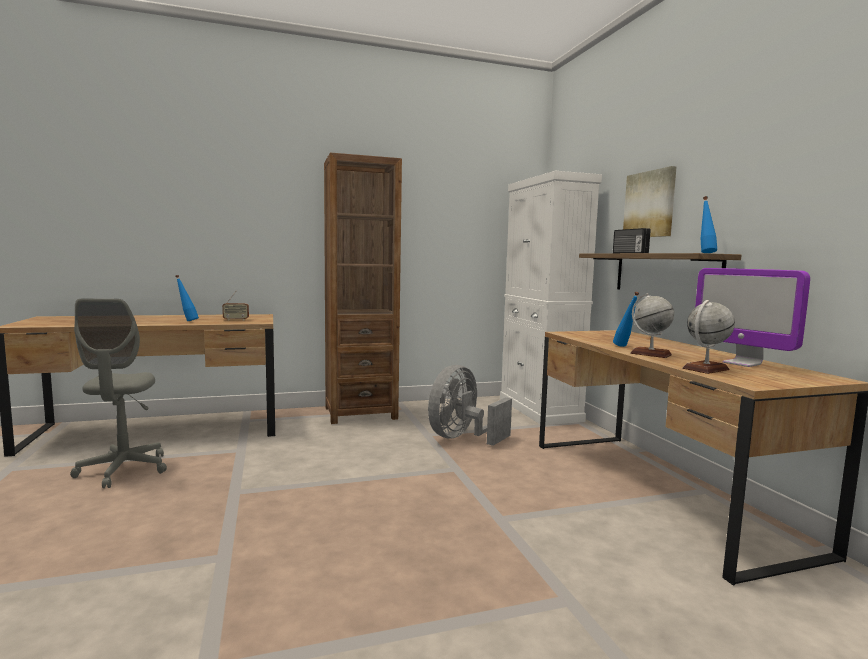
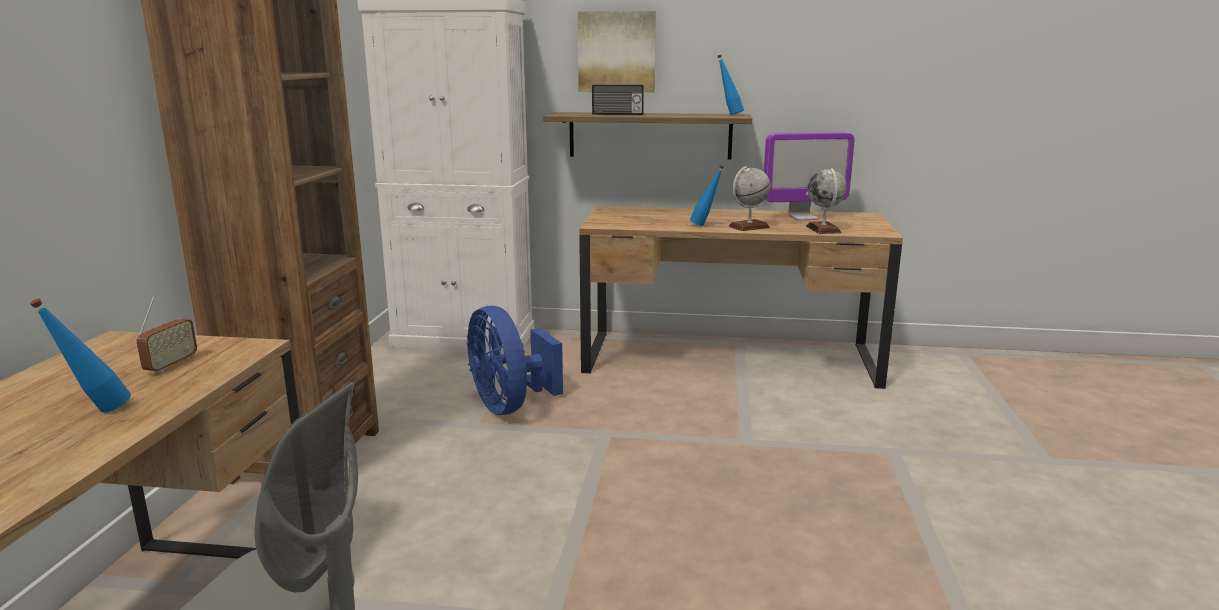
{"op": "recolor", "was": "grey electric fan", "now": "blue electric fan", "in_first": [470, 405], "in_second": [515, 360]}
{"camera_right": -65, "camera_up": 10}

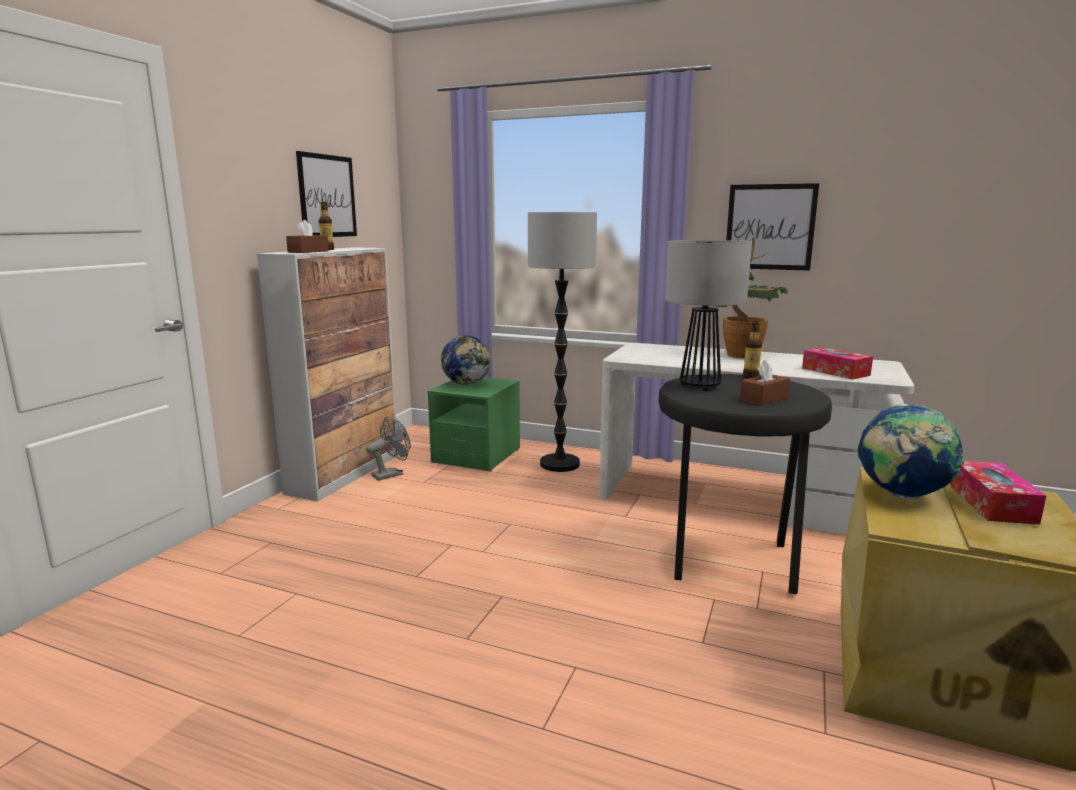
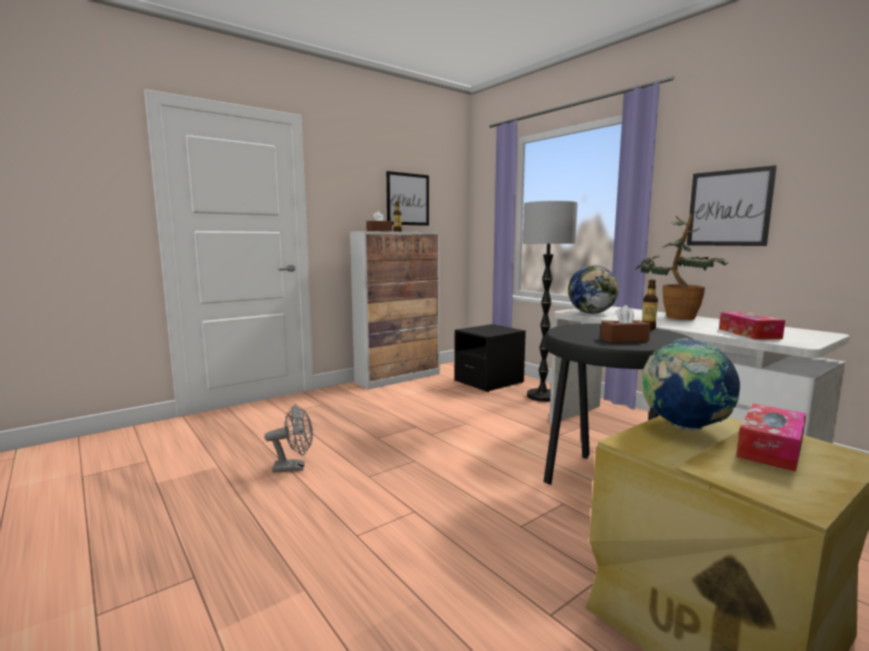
{"op": "delete", "was": "table lamp", "in_first": [708, 315]}
{"op": "move", "was": "globe", "in_first": [466, 360], "in_second": [593, 289]}
{"op": "recolor", "was": "greenish nightstand", "now": "black-coloured nightstand", "in_first": [474, 424], "in_second": [490, 358]}
{"op": "move", "was": "grey electric fan", "in_first": [388, 448], "in_second": [288, 439]}
{"camera_right": 30, "camera_up": -5}

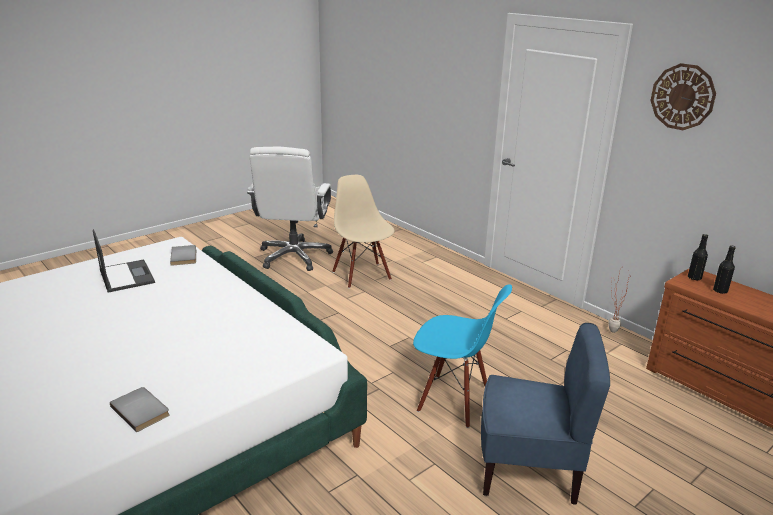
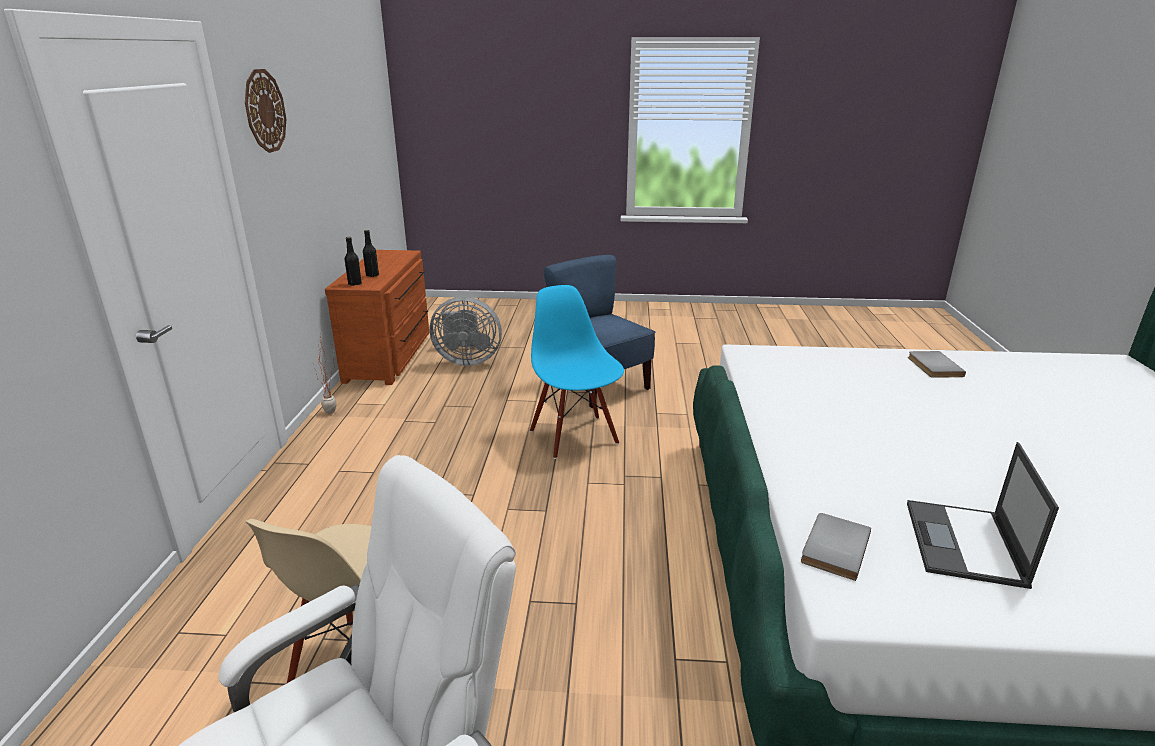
{"op": "insert", "now": "grey electric fan", "in_second": [466, 331]}
{"camera_right": -135, "camera_up": 0}

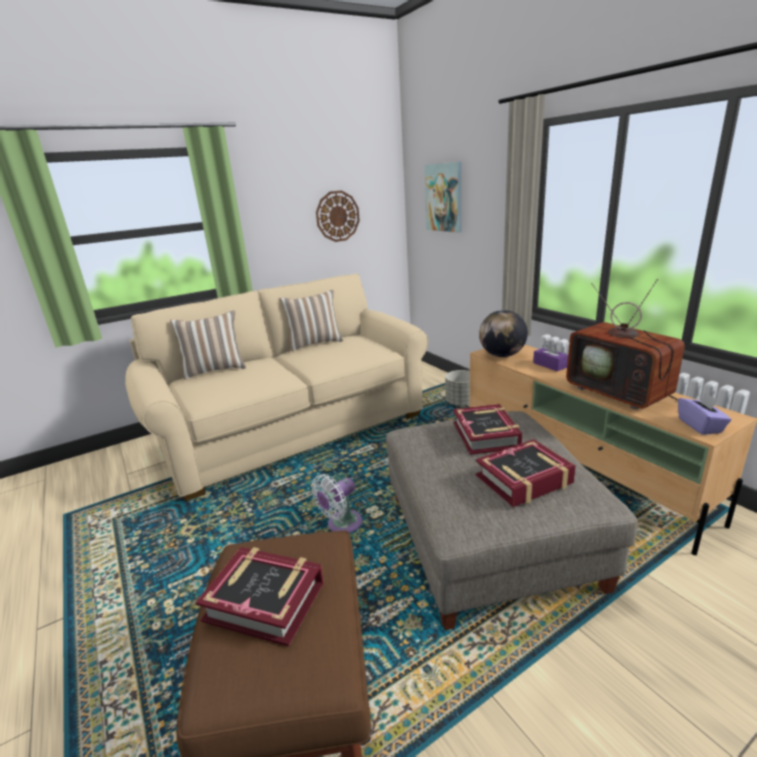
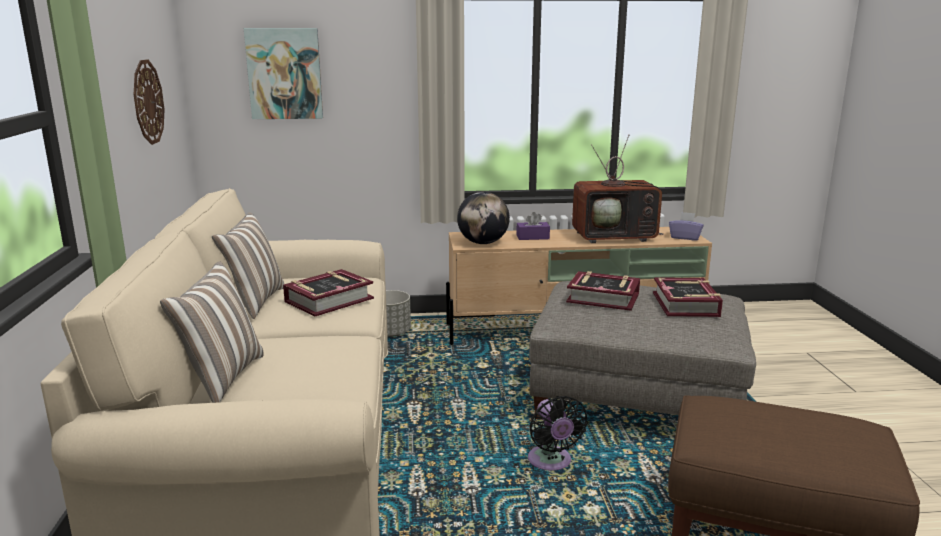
{"op": "recolor", "was": "white electric fan", "now": "black-coloured electric fan", "in_first": [336, 503], "in_second": [558, 433]}
{"op": "move", "was": "volume", "in_first": [259, 596], "in_second": [328, 293]}
{"camera_right": -65, "camera_up": -5}

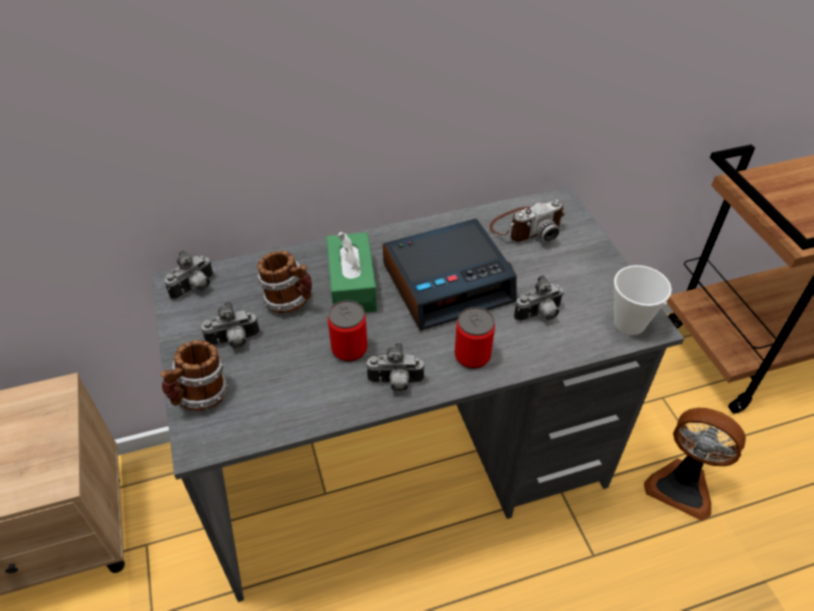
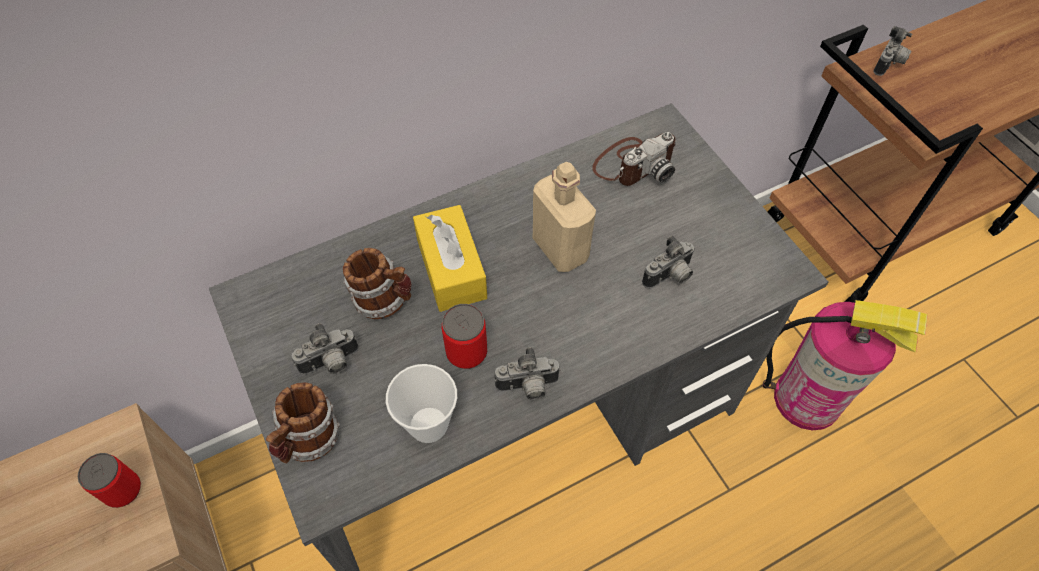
{"op": "replace", "was": "alarm clock", "now": "sand-coloured beverage bottle", "in_first": [450, 274], "in_second": [564, 217]}
{"op": "recolor", "was": "greenish box of tissues", "now": "yellow-coloured box of tissues", "in_first": [351, 272], "in_second": [450, 258]}
{"op": "move", "was": "still camera", "in_first": [189, 275], "in_second": [893, 51]}
{"op": "move", "was": "drinking cup", "in_first": [643, 300], "in_second": [421, 403]}
{"op": "move", "was": "can", "in_first": [475, 338], "in_second": [109, 480]}
{"op": "replace", "was": "electric fan", "now": "fire-fighting cylinder", "in_first": [695, 464], "in_second": [845, 365]}
{"camera_right": -10, "camera_up": 10}

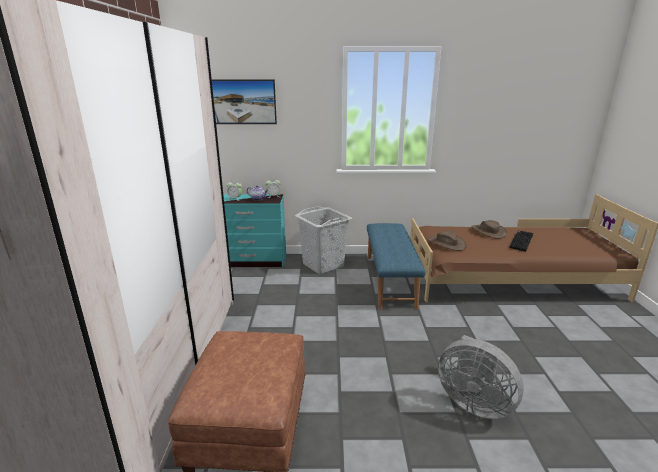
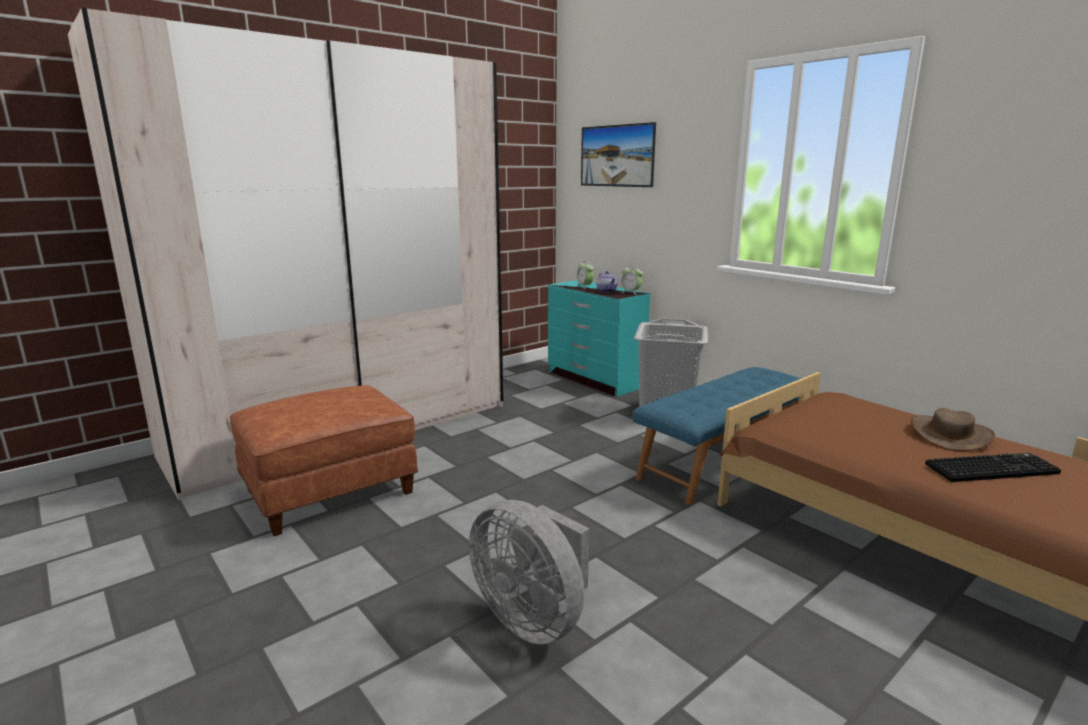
{"op": "delete", "was": "brown-coloured hat", "in_first": [447, 240]}
{"op": "rotate", "was": "grey electric fan", "in_first": [481, 377], "in_second": [529, 572], "clockwise": -45}
{"camera_right": 50, "camera_up": -5}

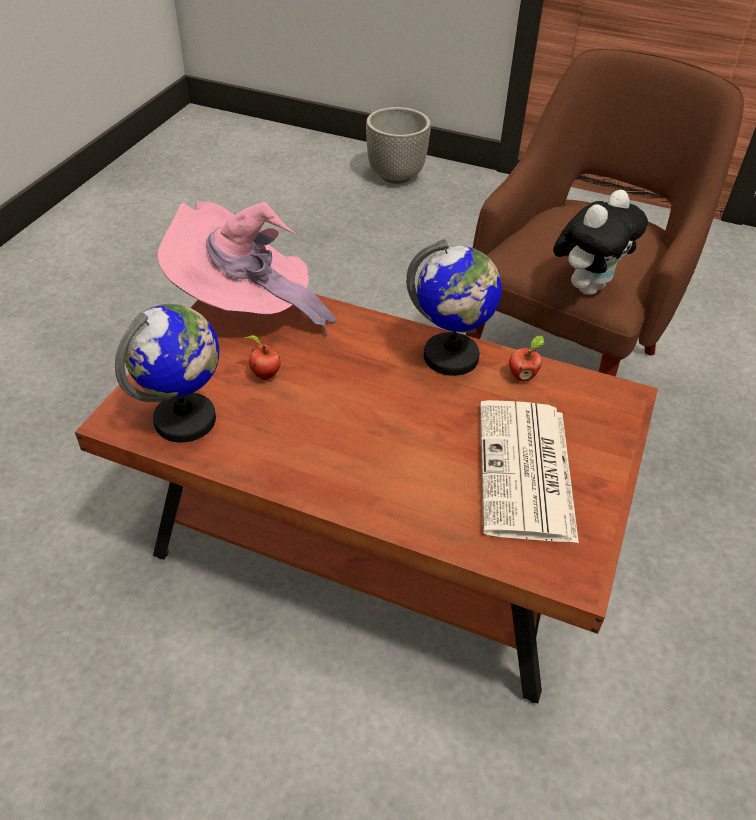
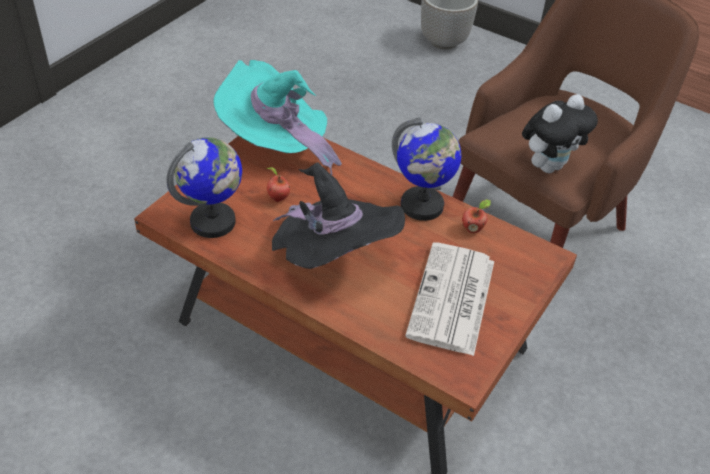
{"op": "recolor", "was": "pink-coloured hat", "now": "blue-green hat", "in_first": [246, 269], "in_second": [277, 117]}
{"op": "insert", "now": "black-coloured hat", "in_second": [338, 215]}
{"camera_right": 10, "camera_up": 0}

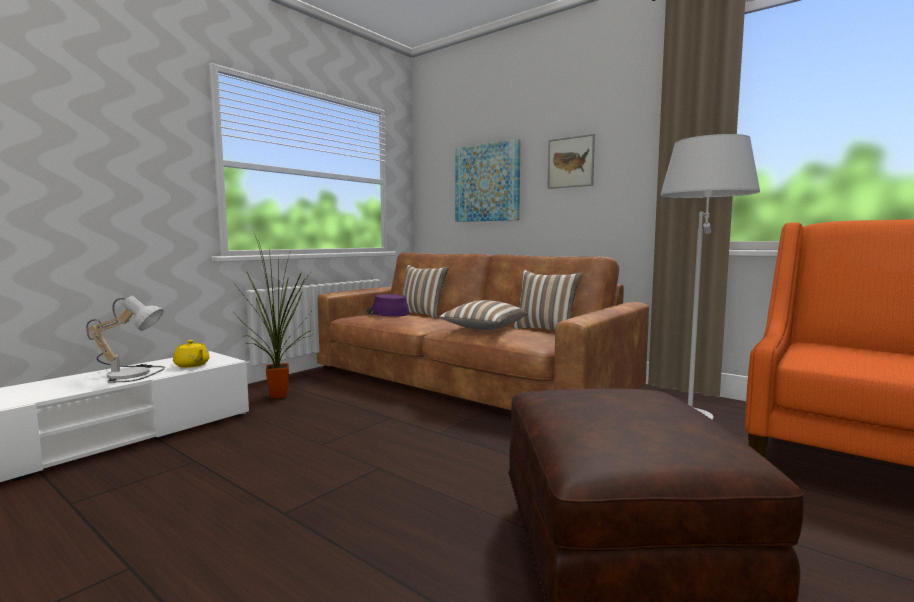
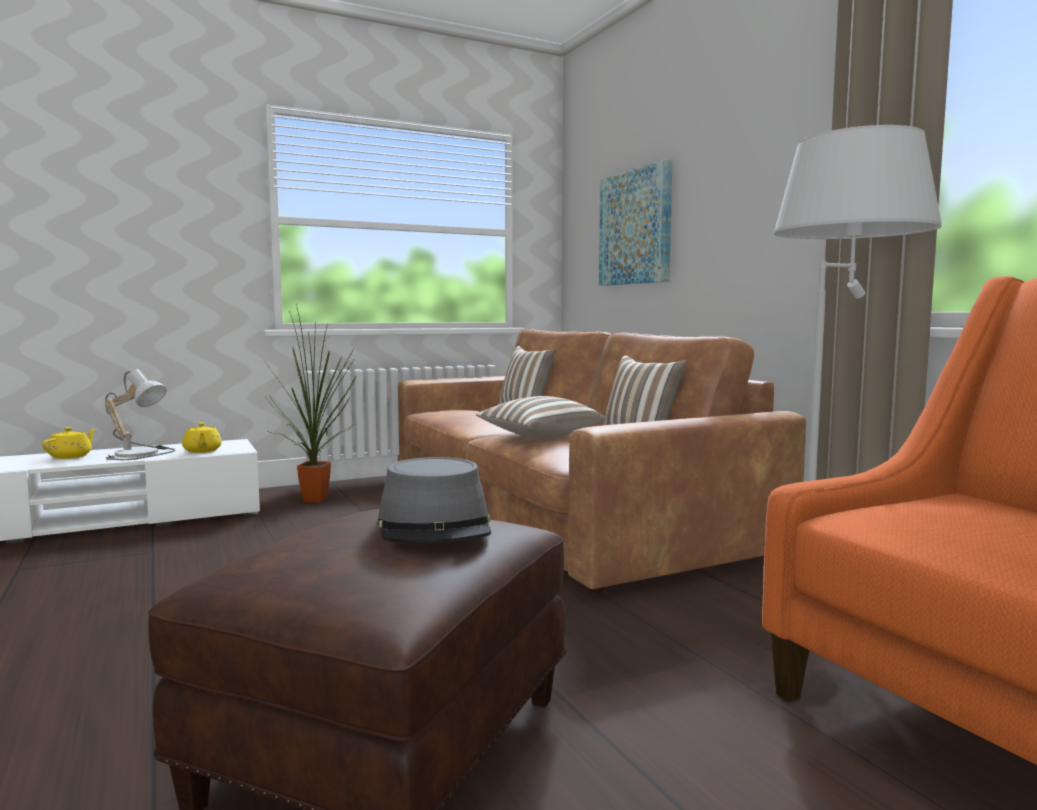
{"op": "delete", "was": "wall art", "in_first": [571, 161]}
{"op": "delete", "was": "purple hat", "in_first": [387, 305]}
{"op": "insert", "now": "yellow-coloured tea pot", "in_second": [69, 443]}
{"op": "insert", "now": "grey hat", "in_second": [434, 500]}
{"camera_right": 25, "camera_up": 0}

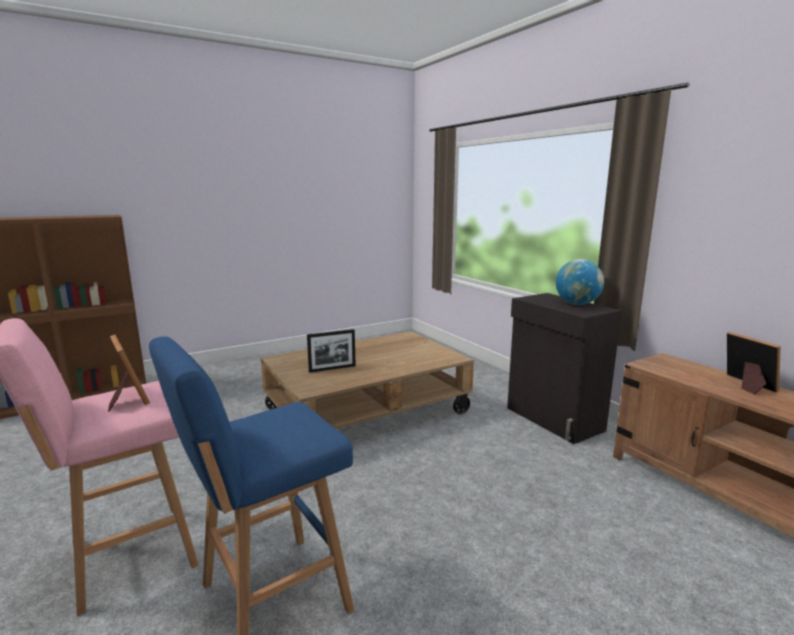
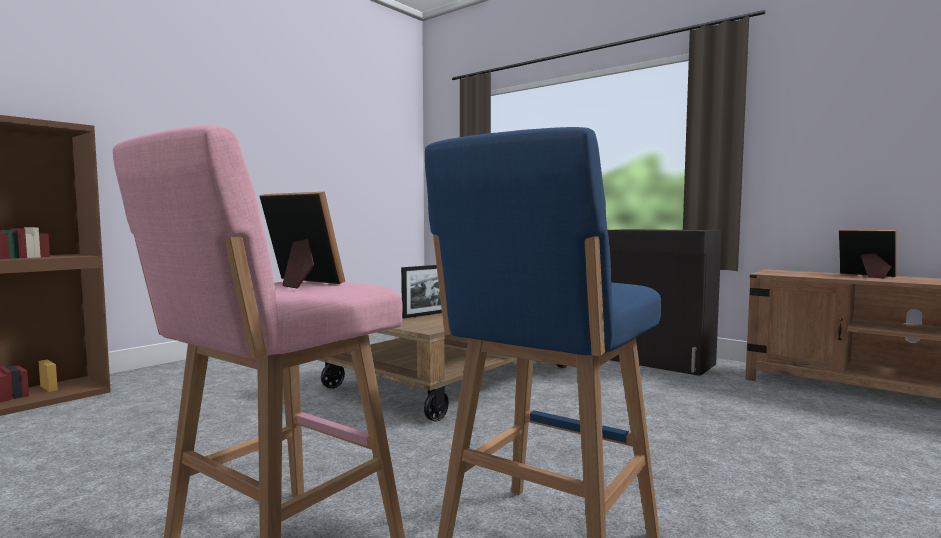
{"op": "delete", "was": "globe", "in_first": [580, 282]}
{"camera_right": -20, "camera_up": -10}

